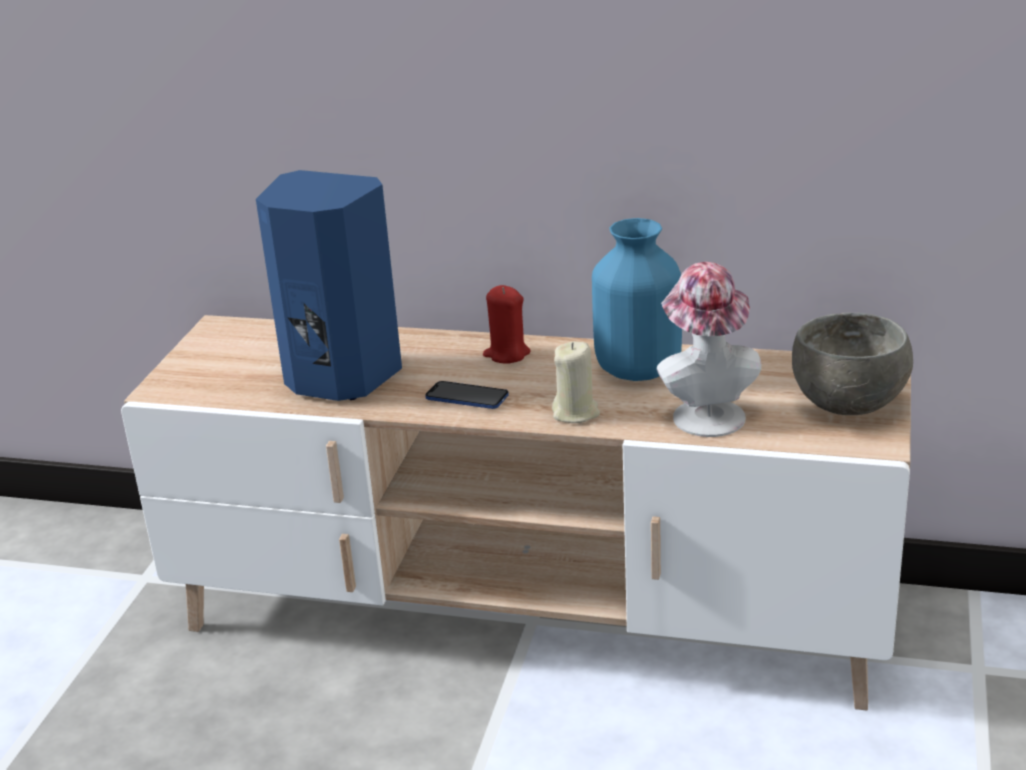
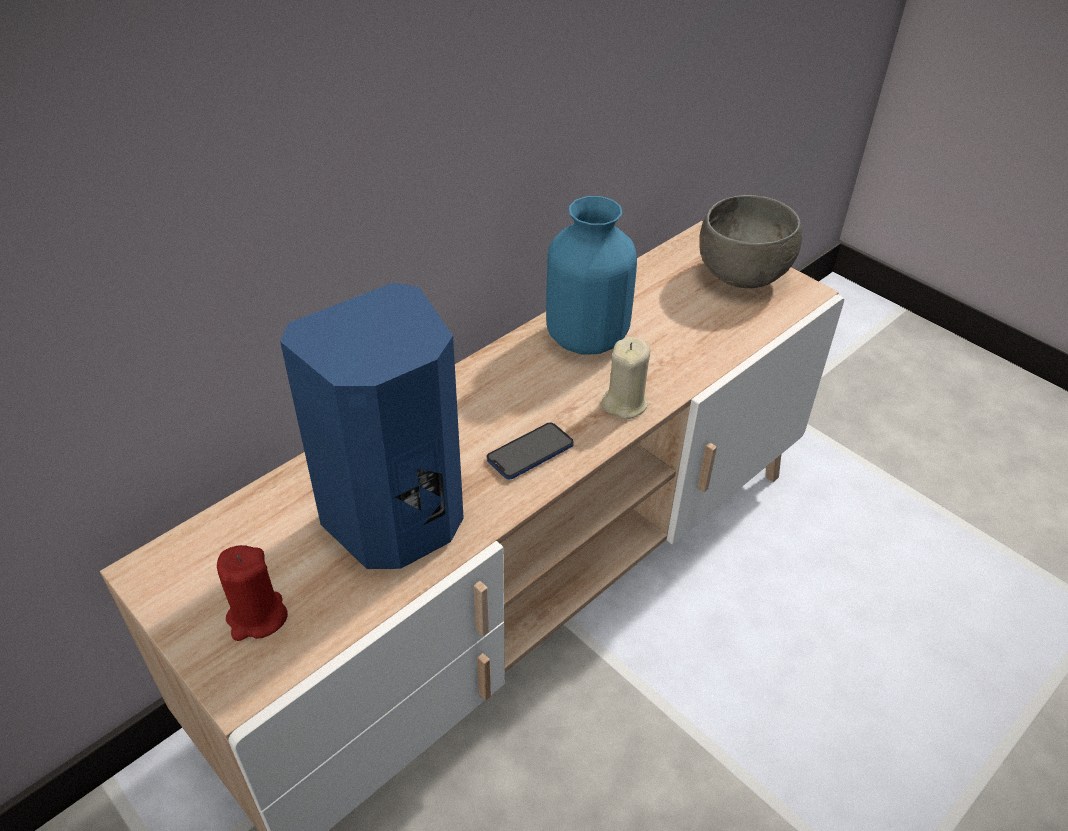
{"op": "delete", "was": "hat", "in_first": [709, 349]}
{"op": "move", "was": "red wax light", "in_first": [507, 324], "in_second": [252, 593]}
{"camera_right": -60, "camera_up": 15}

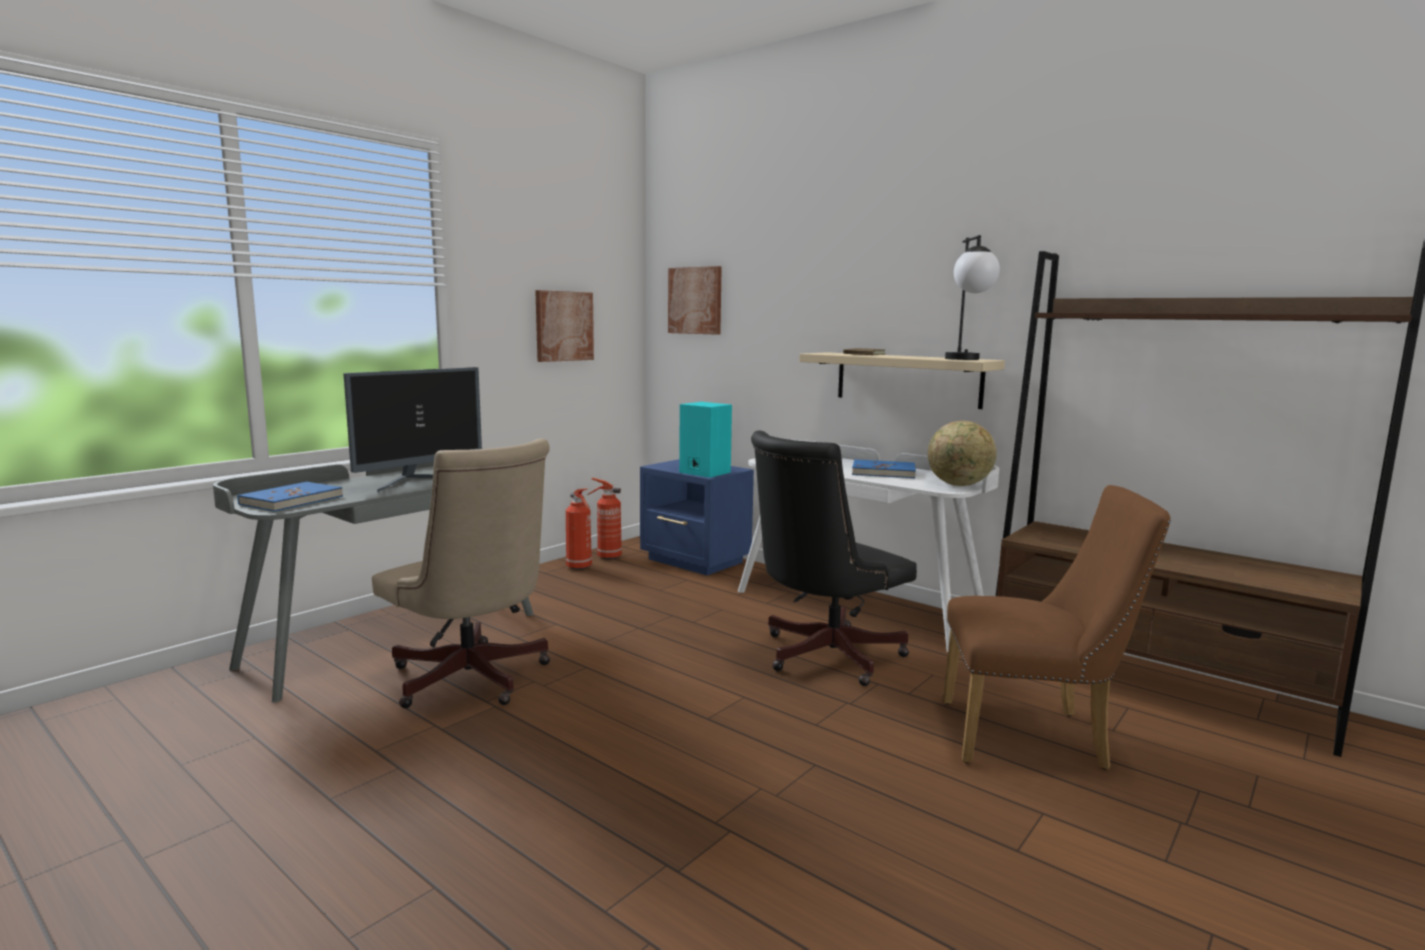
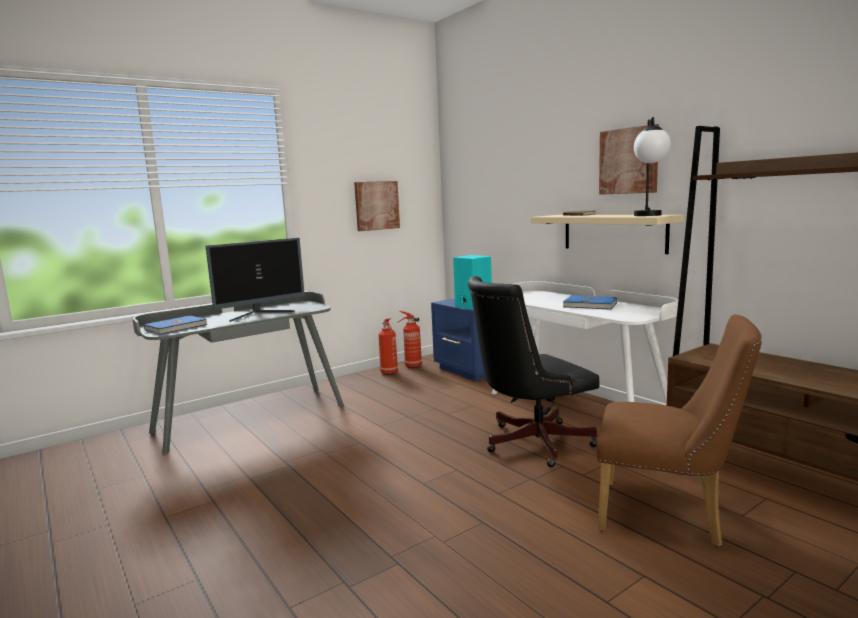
{"op": "move", "was": "wall art", "in_first": [695, 300], "in_second": [629, 159]}
{"op": "delete", "was": "globe", "in_first": [962, 453]}
{"op": "delete", "was": "sand-coloured computer chair", "in_first": [461, 573]}
{"camera_right": 15, "camera_up": 0}

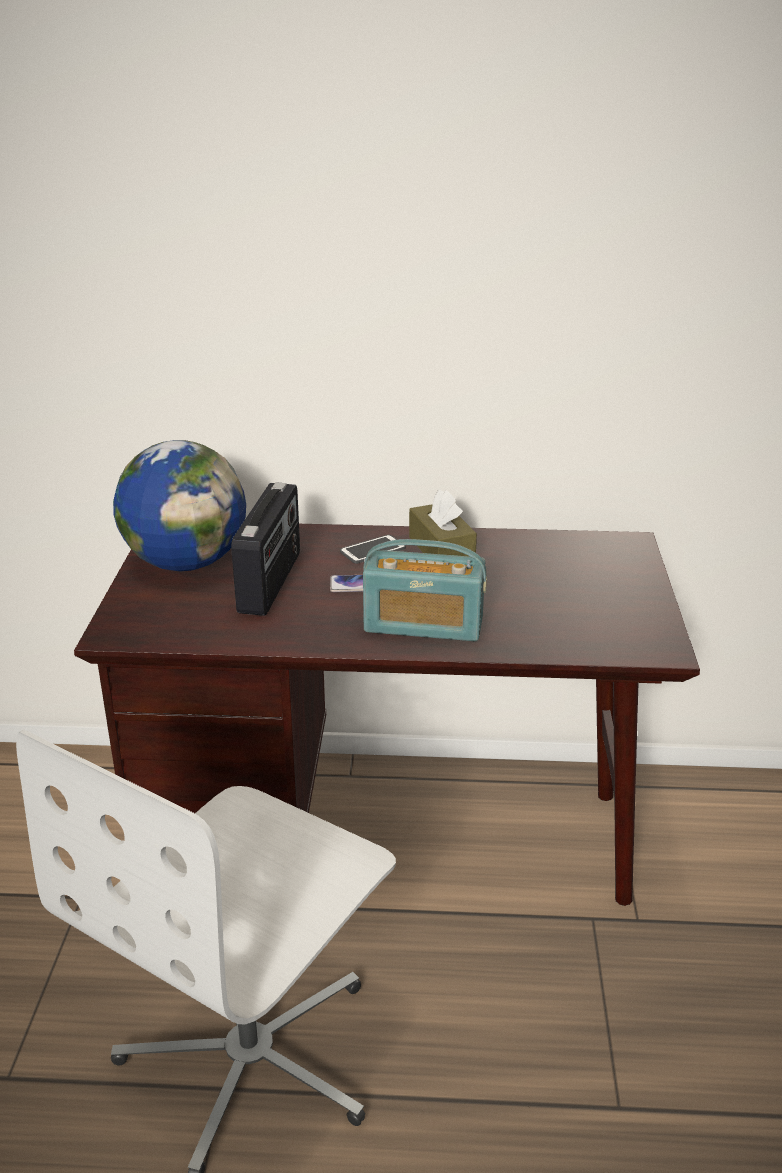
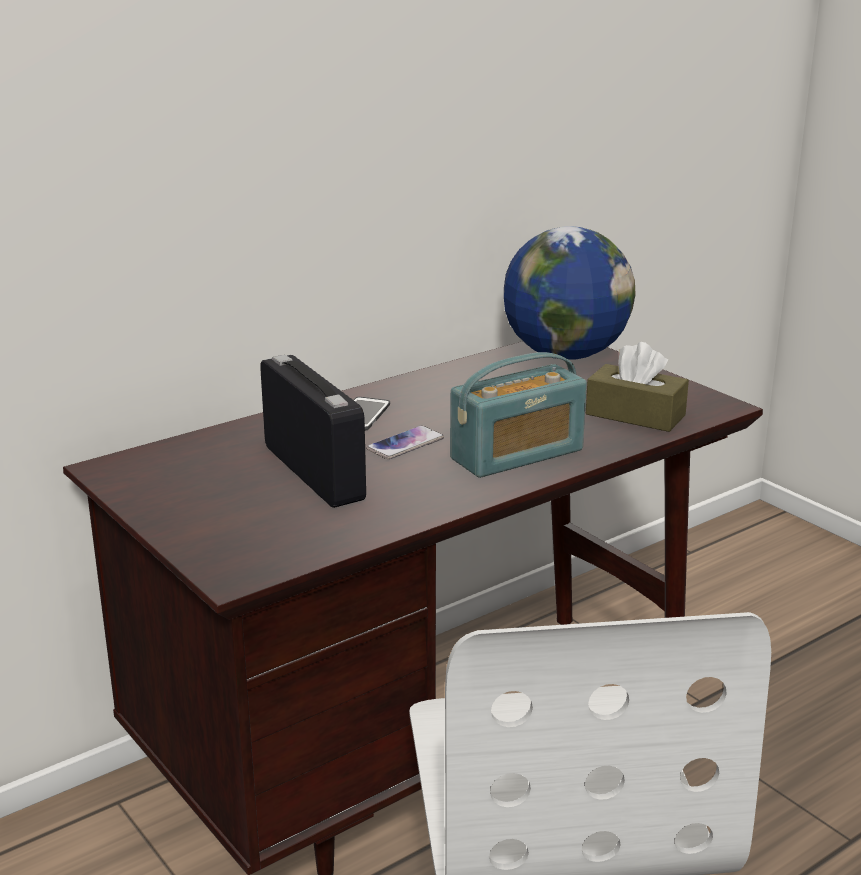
{"op": "move", "was": "globe", "in_first": [179, 505], "in_second": [570, 293]}
{"op": "move", "was": "brown-coloured box of tissues", "in_first": [443, 523], "in_second": [637, 387]}
{"camera_right": -40, "camera_up": -5}

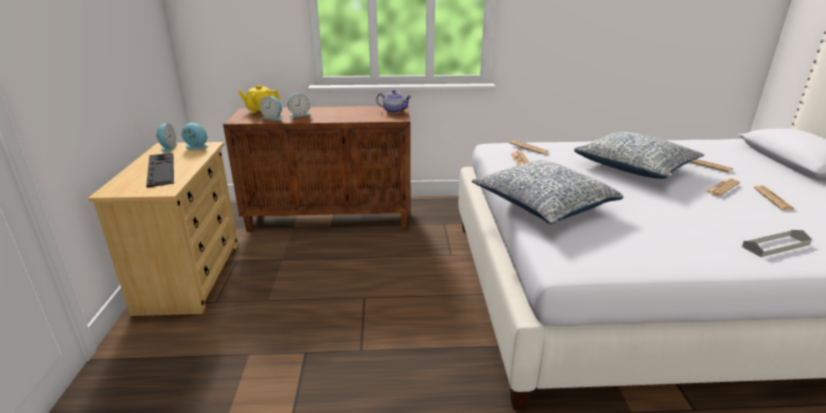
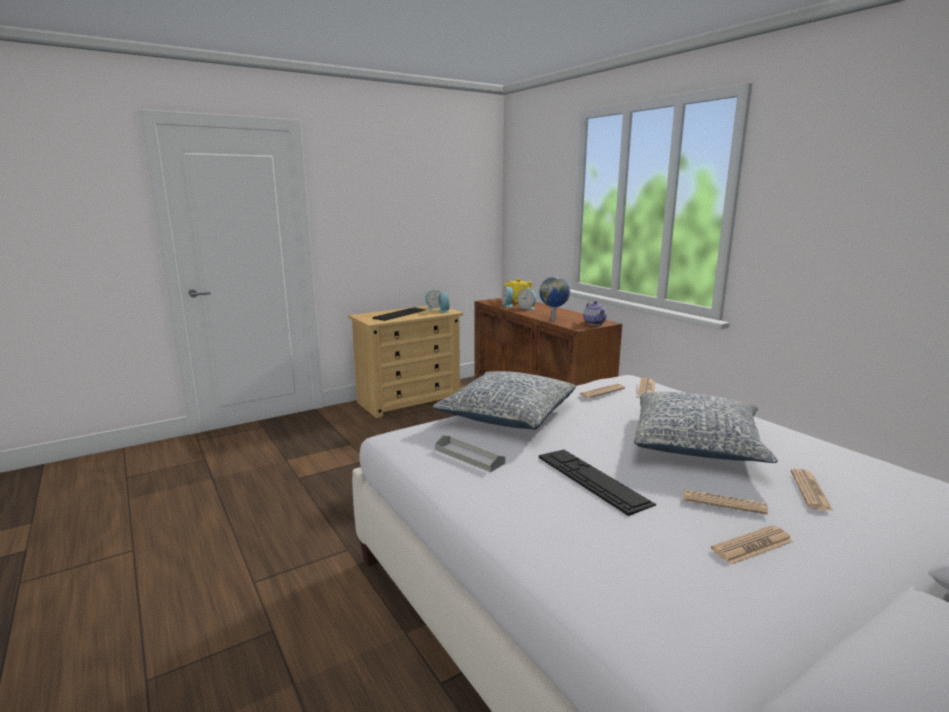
{"op": "move", "was": "grey serving tray", "in_first": [777, 243], "in_second": [470, 453]}
{"op": "insert", "now": "globe", "in_second": [554, 299]}
{"op": "insert", "now": "keyboard", "in_second": [597, 483]}
{"camera_right": 60, "camera_up": -10}

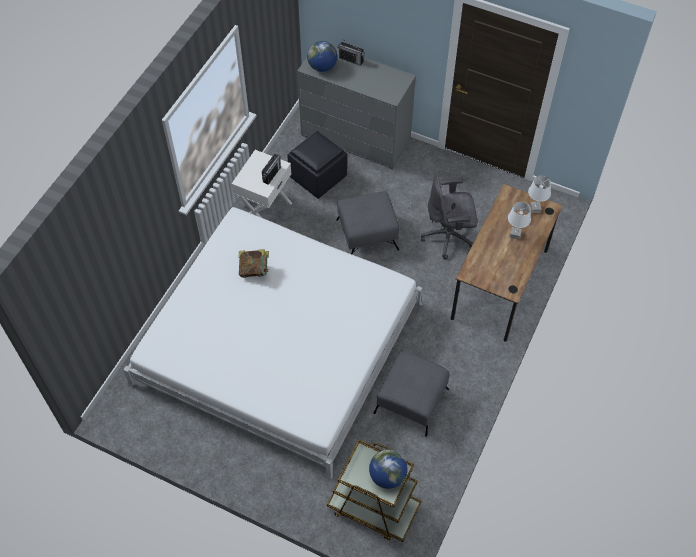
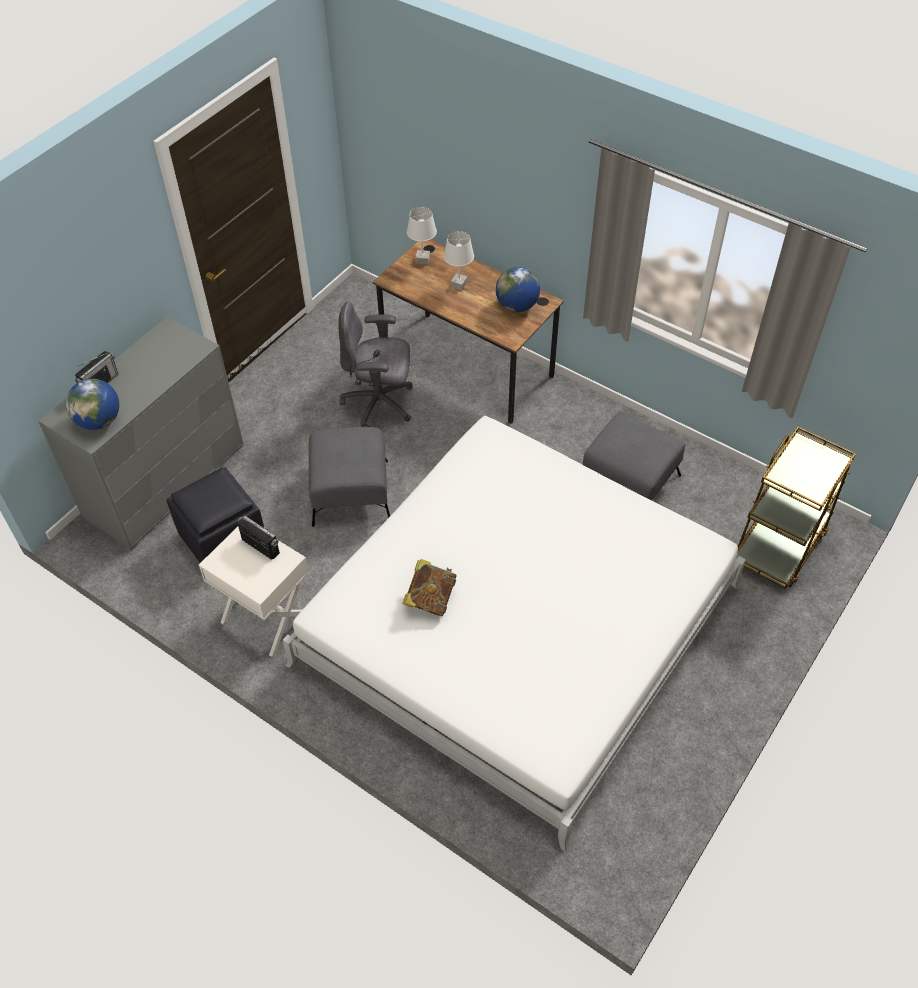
{"op": "rotate", "was": "grey computer chair", "in_first": [449, 217], "in_second": [375, 364], "clockwise": 90}
{"op": "move", "was": "globe", "in_first": [388, 469], "in_second": [518, 289]}
{"camera_right": -80, "camera_up": -5}

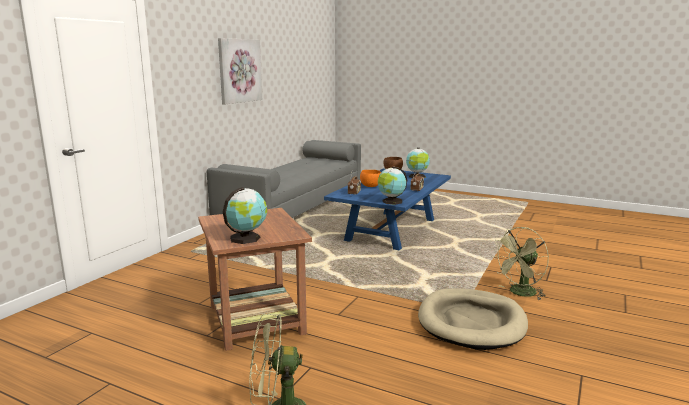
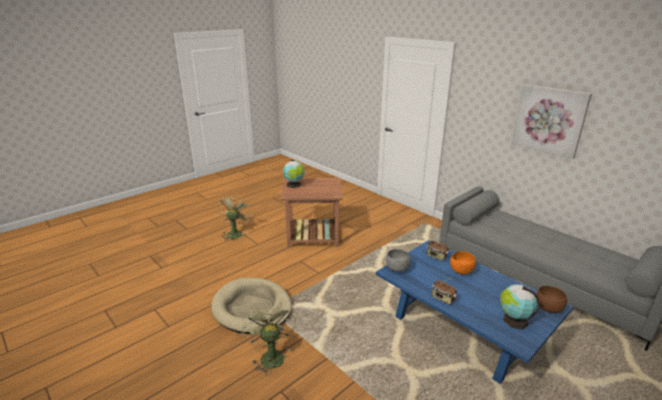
{"op": "replace", "was": "globe", "now": "grey serving bowl", "in_first": [392, 186], "in_second": [398, 260]}
{"camera_right": 110, "camera_up": 10}

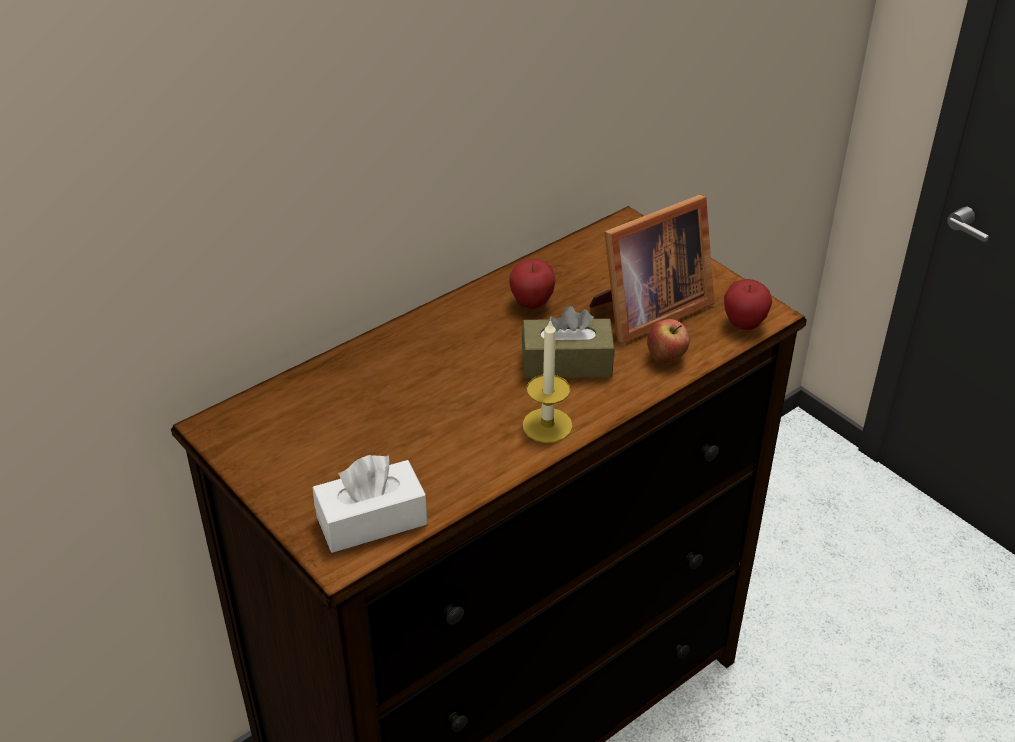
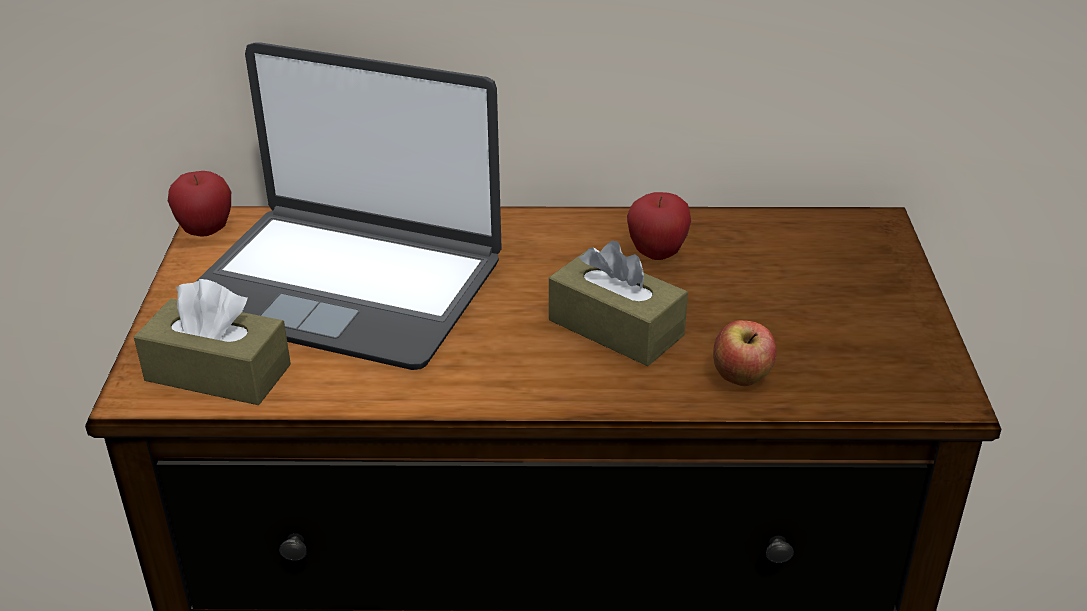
{"op": "delete", "was": "photo frame", "in_first": [652, 269]}
{"op": "move", "was": "apple fruit", "in_first": [748, 304], "in_second": [199, 204]}
{"op": "delete", "was": "wax light", "in_first": [547, 381]}
{"op": "recolor", "was": "white box of tissues", "now": "brown-coloured box of tissues", "in_first": [370, 504], "in_second": [212, 342]}
{"op": "insert", "now": "portable computer", "in_second": [349, 206]}
{"camera_right": 40, "camera_up": -5}

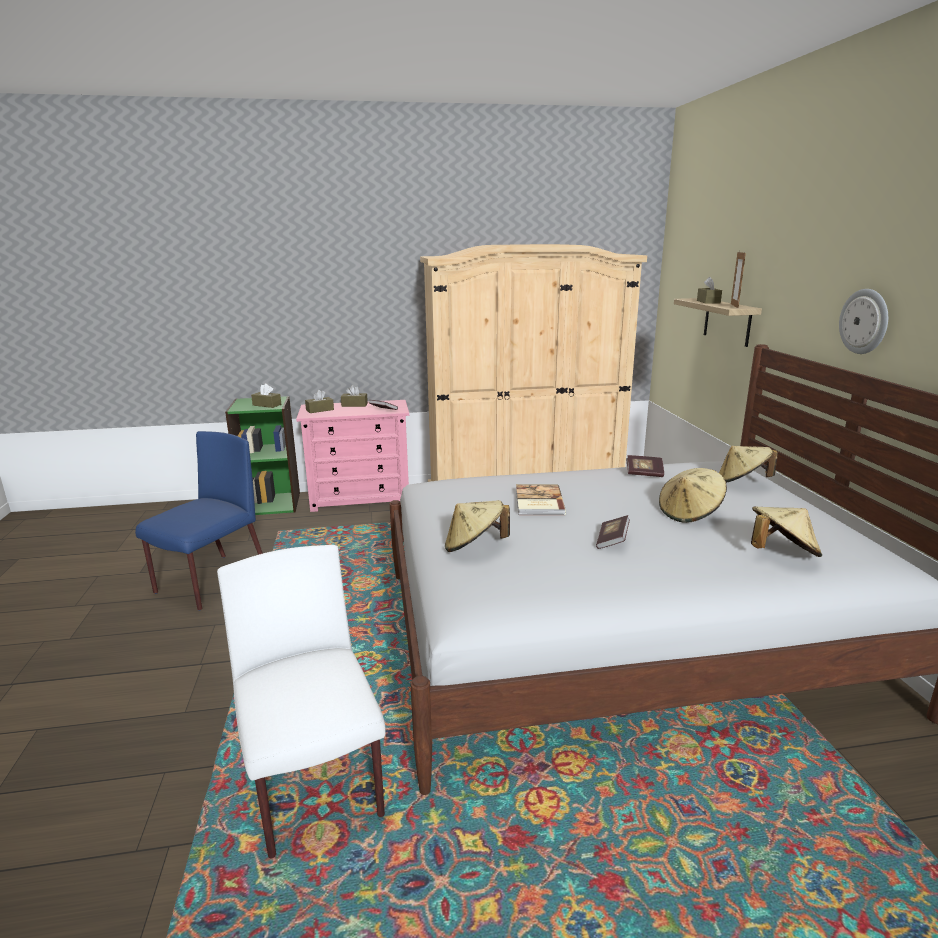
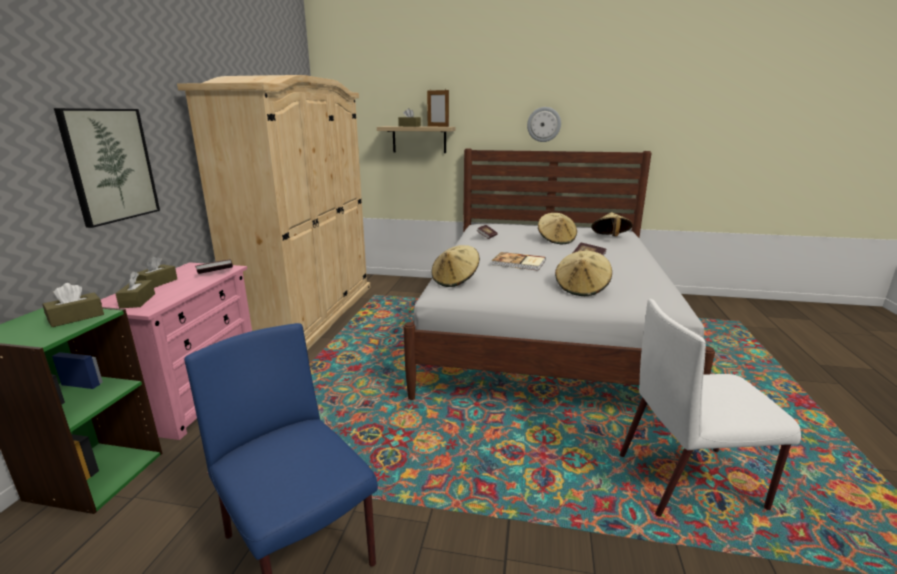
{"op": "move", "was": "sand-coloured hat", "in_first": [748, 464], "in_second": [455, 266]}
{"op": "insert", "now": "wall art", "in_second": [107, 168]}
{"camera_right": -70, "camera_up": 0}

